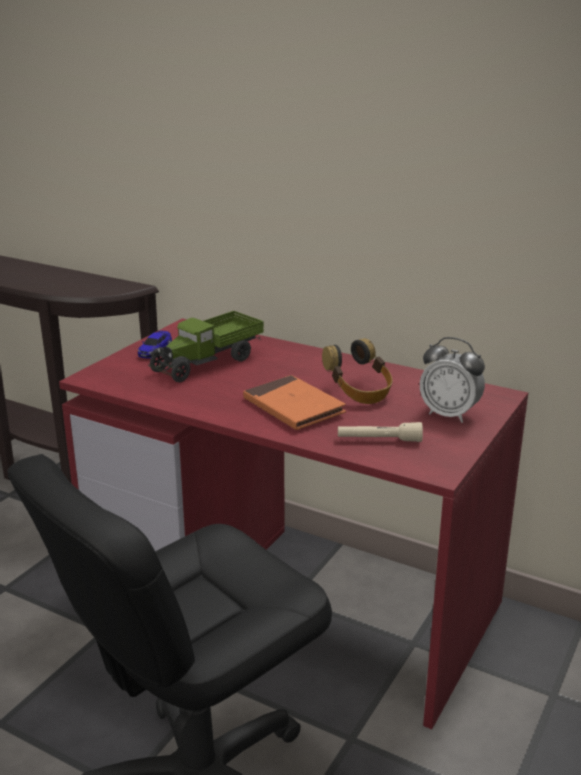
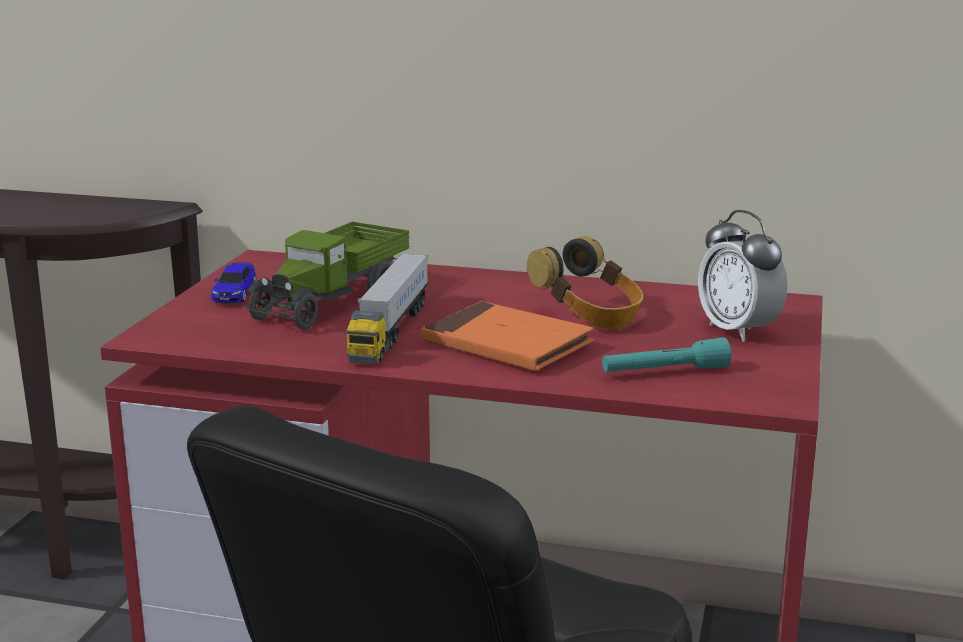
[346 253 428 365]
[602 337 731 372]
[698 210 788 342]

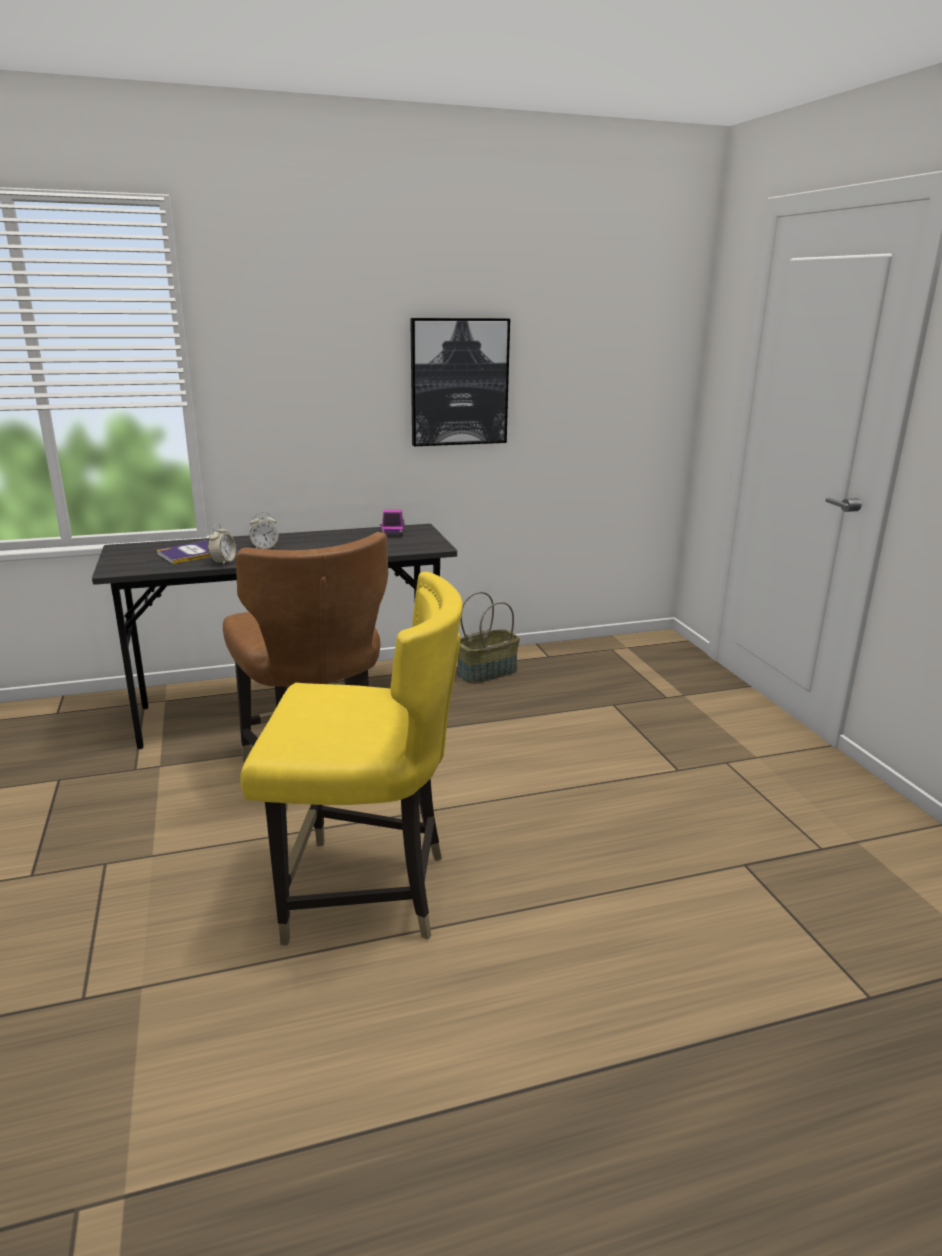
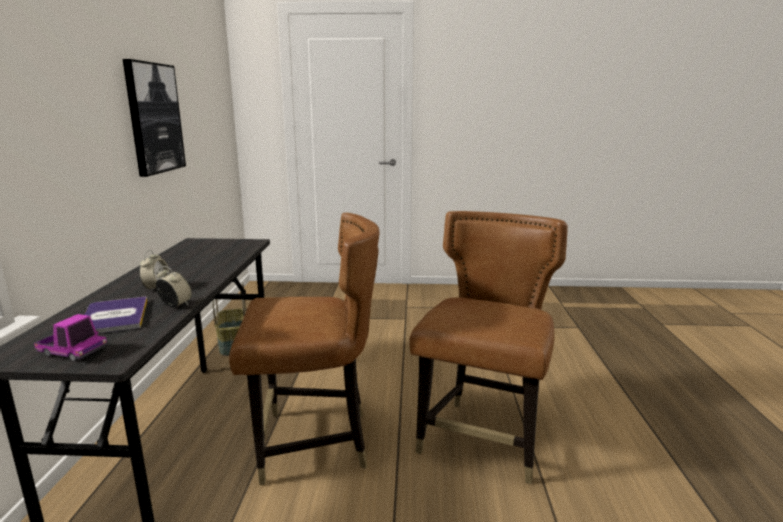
[34 314 107 362]
[409 211 568 484]

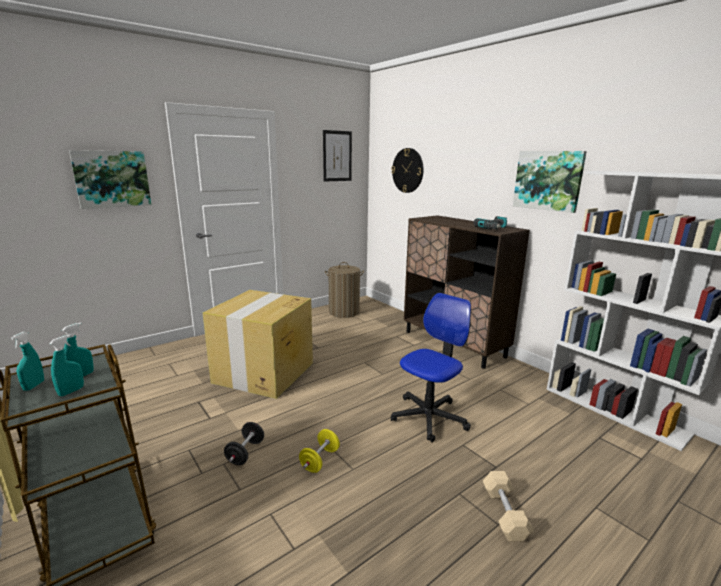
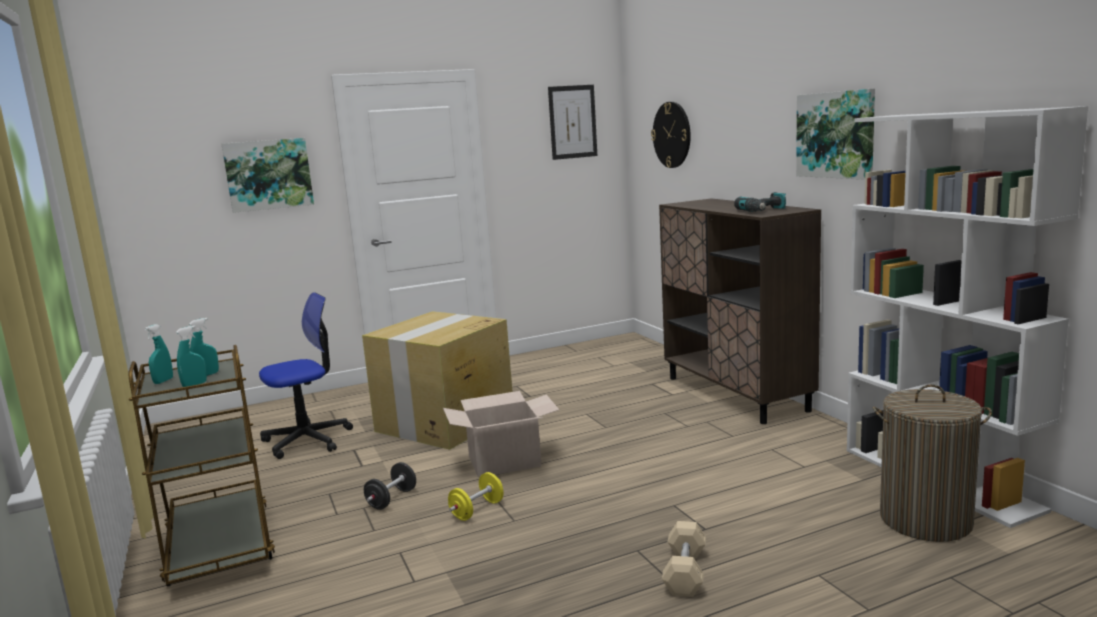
[443 391 559 478]
[873 384 992 542]
[259 292 353 459]

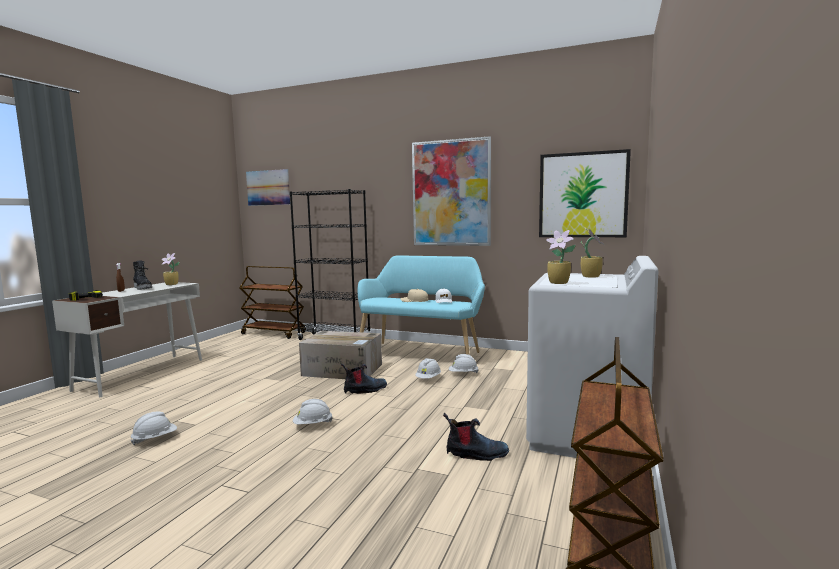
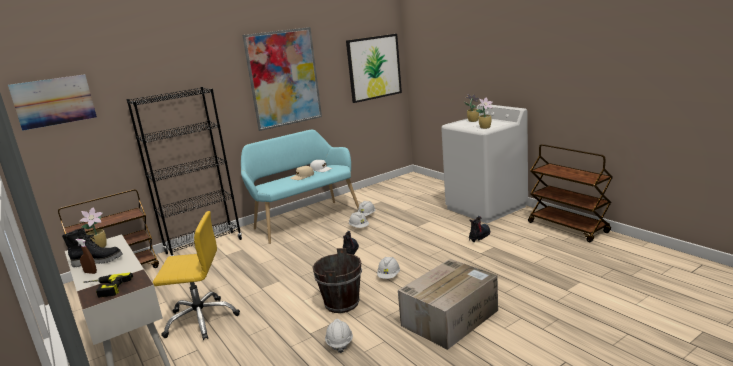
[153 211 240 340]
[313 248 362 313]
[398 259 498 350]

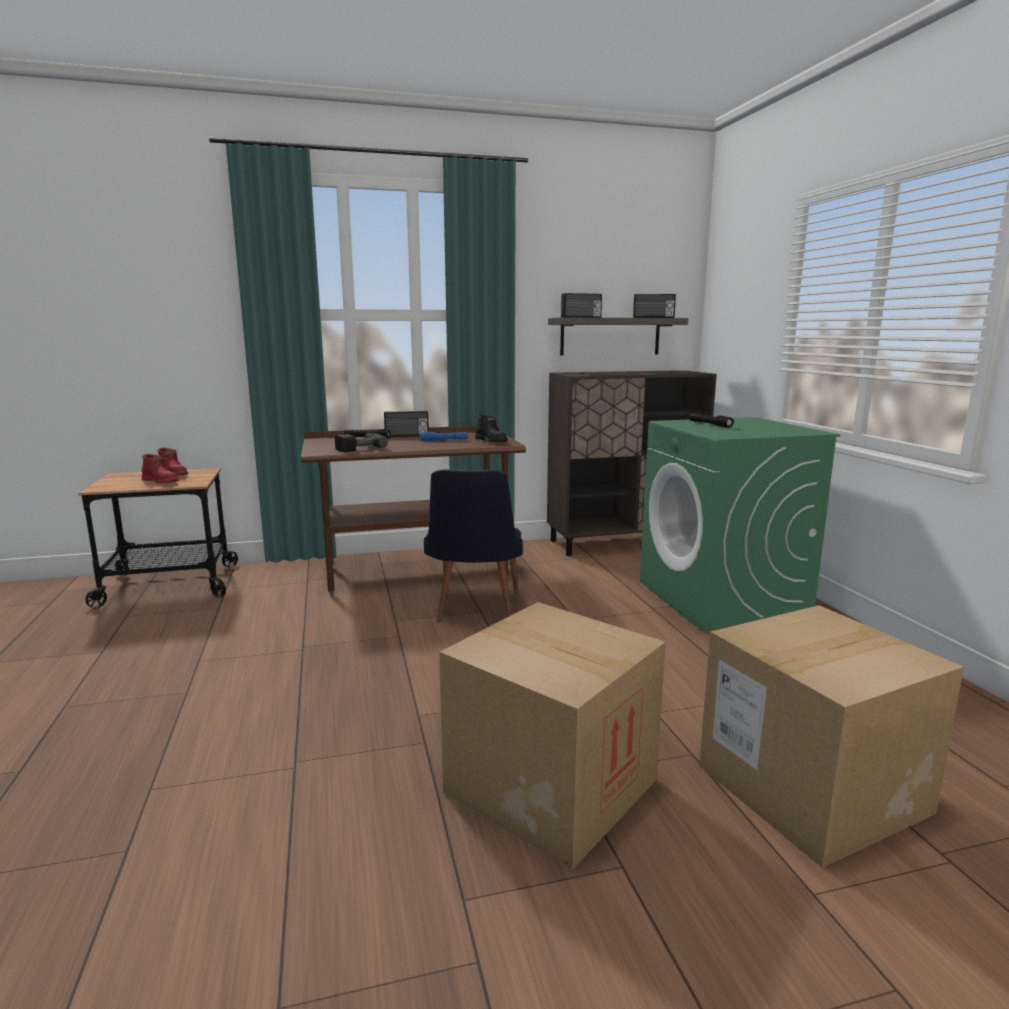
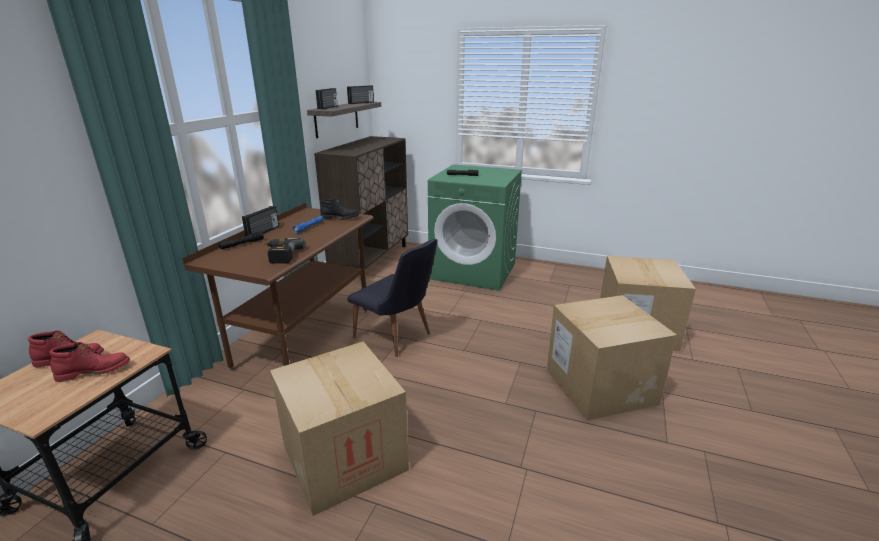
[270 341 409 516]

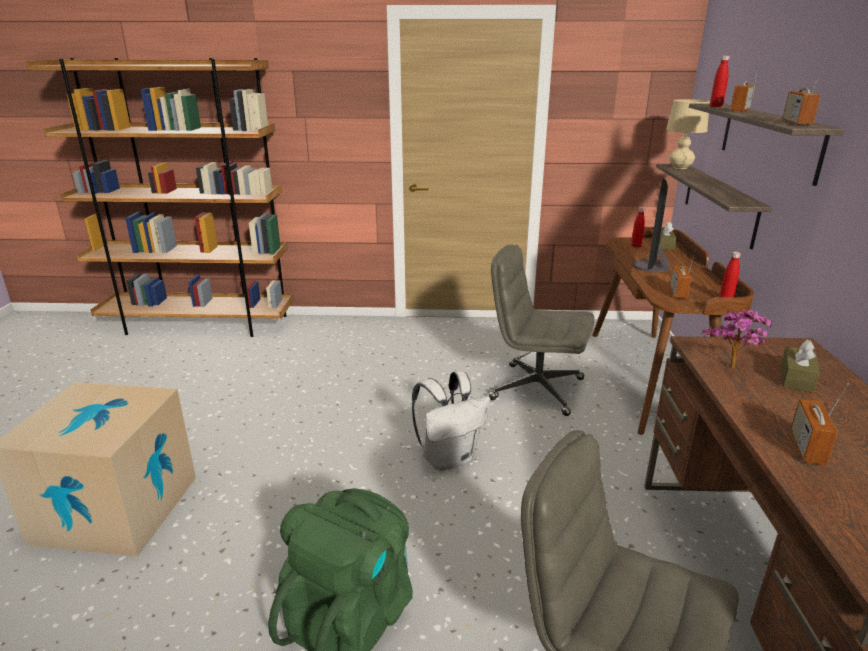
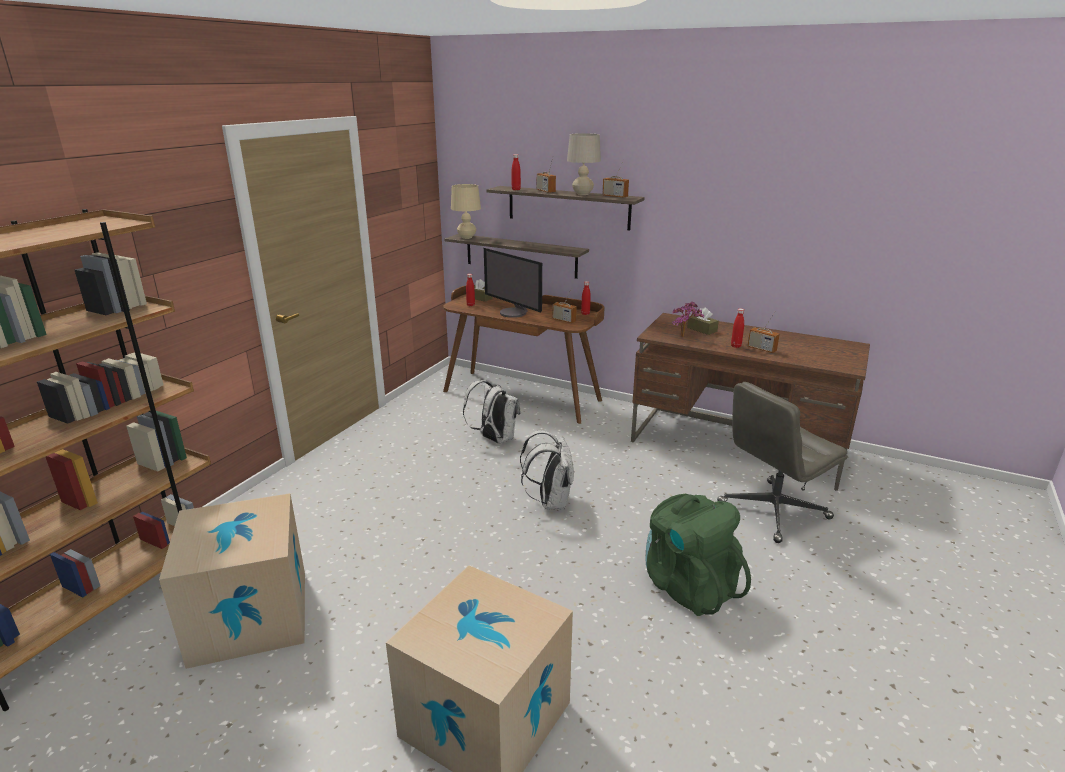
[159 493 305 669]
[567 133 601 195]
[731 309 744 348]
[463 380 521 444]

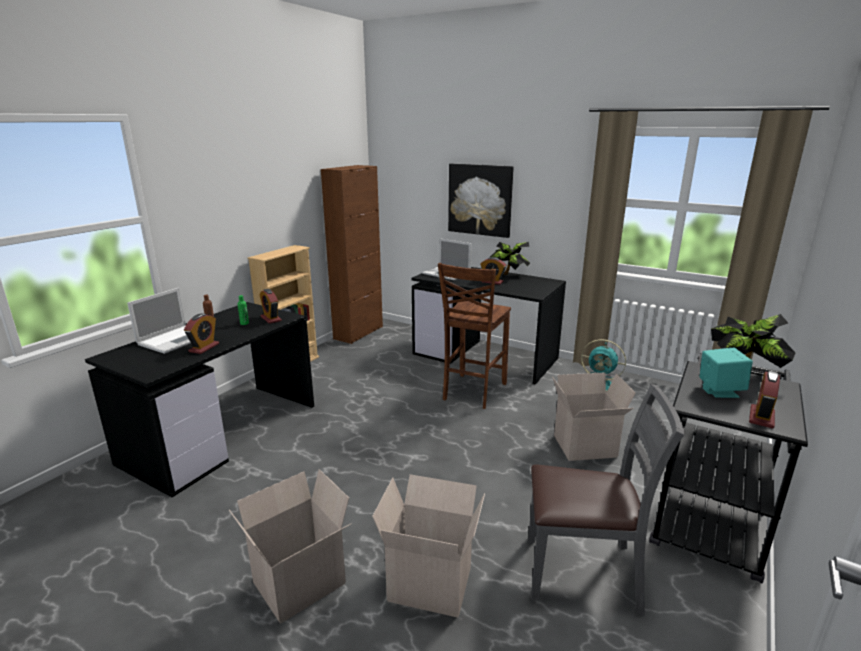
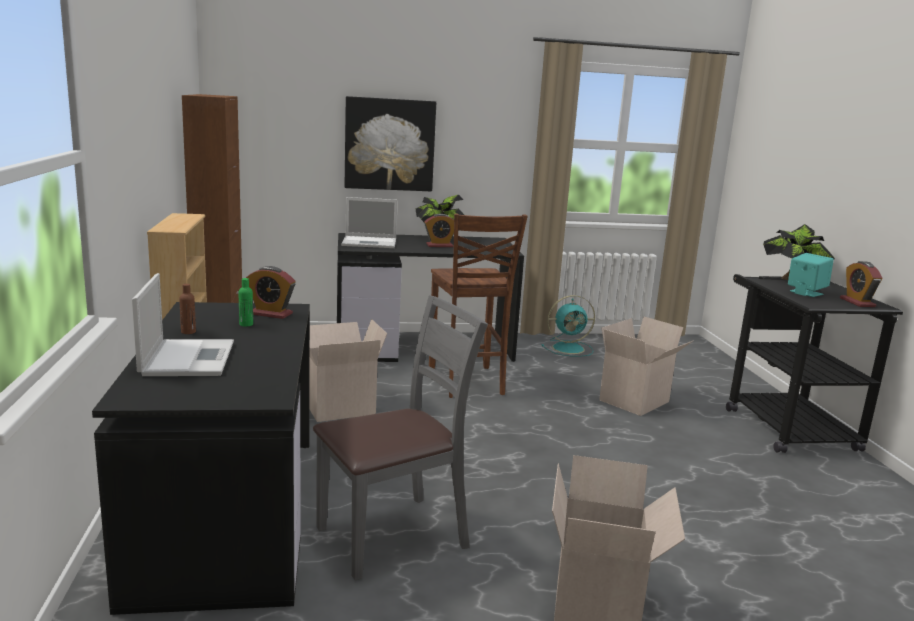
[184 314 219 354] (first image)
[310 319 387 422]
[313 295 488 581]

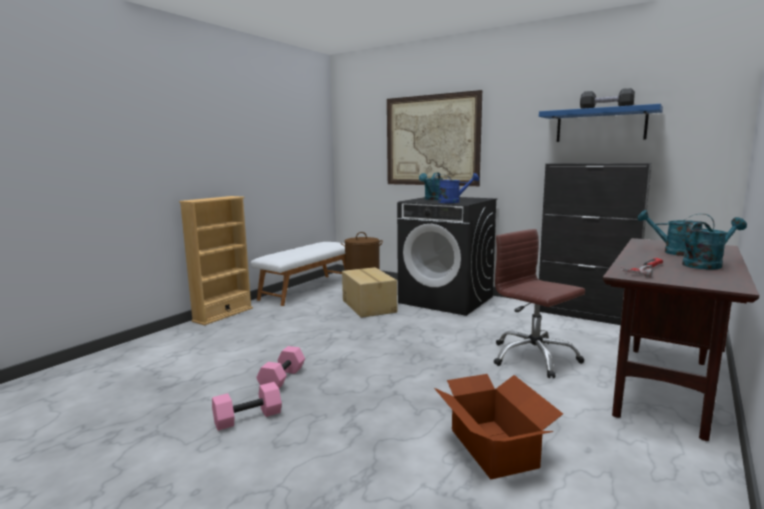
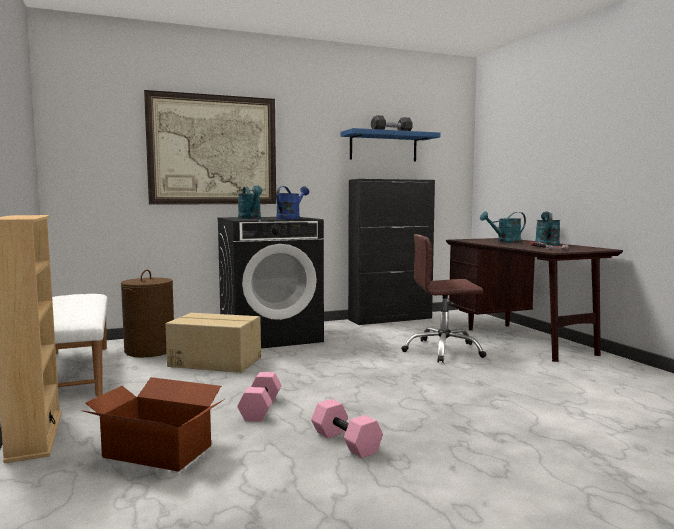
[237 372 282 422]
[81 377 225 472]

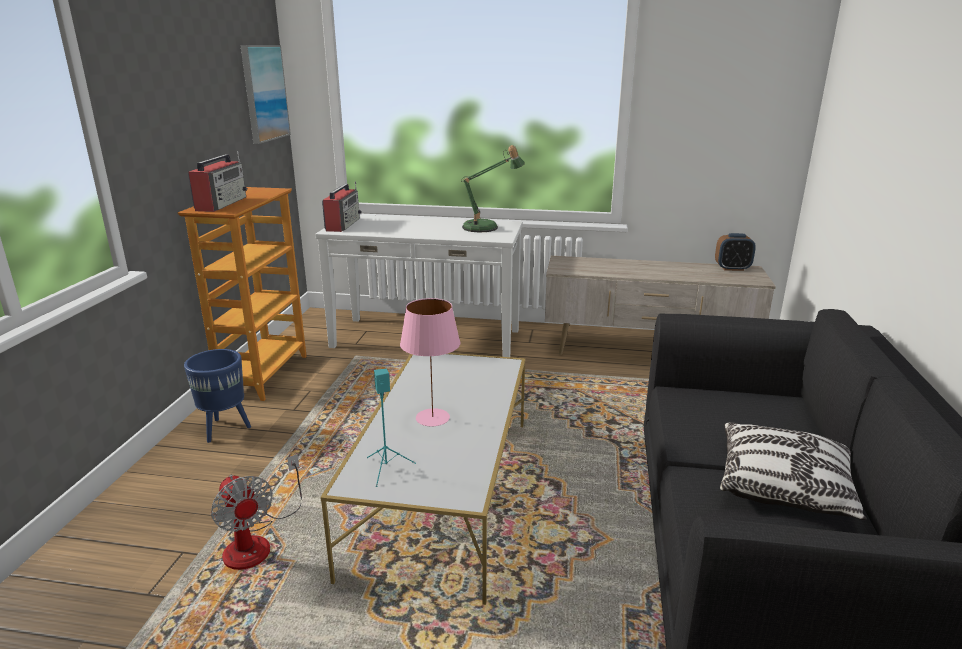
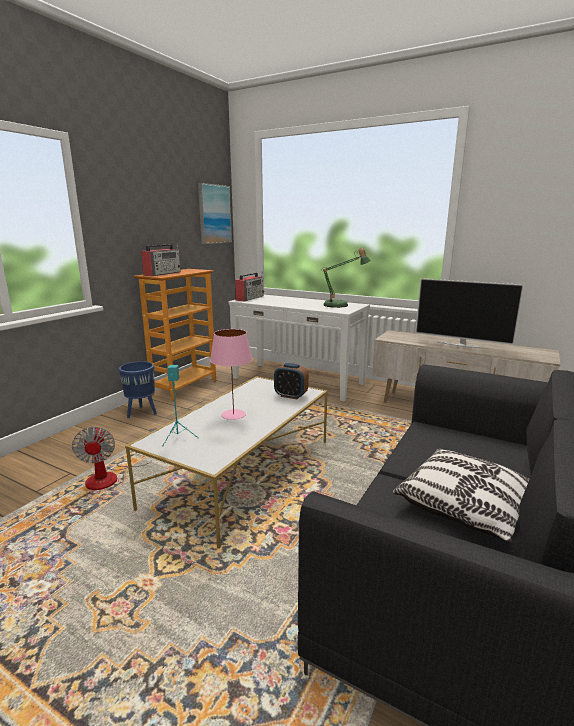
[415 278 524 349]
[274 363 309 399]

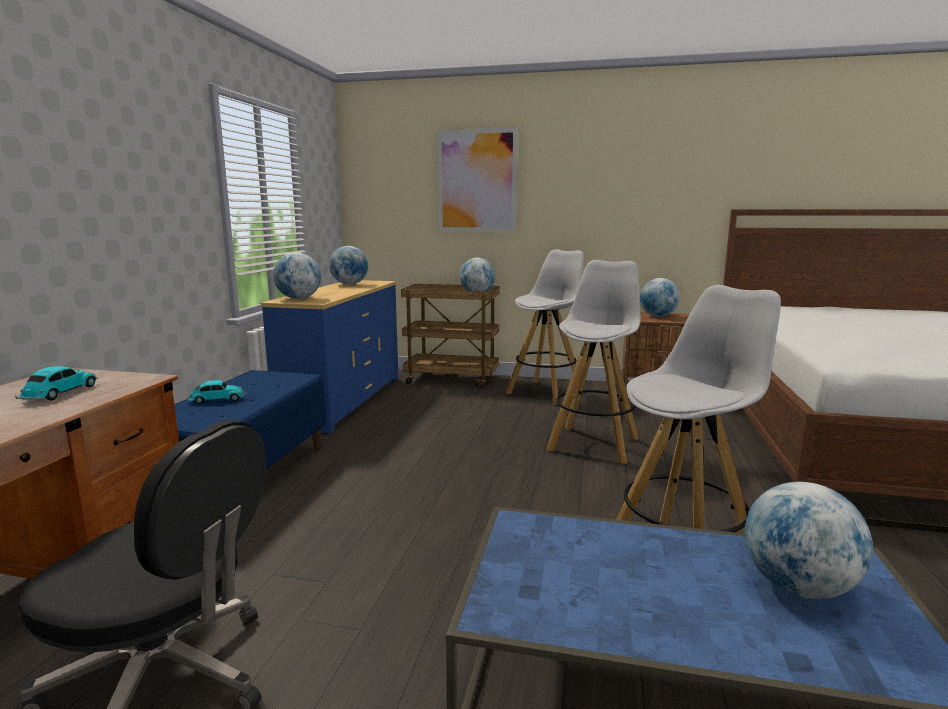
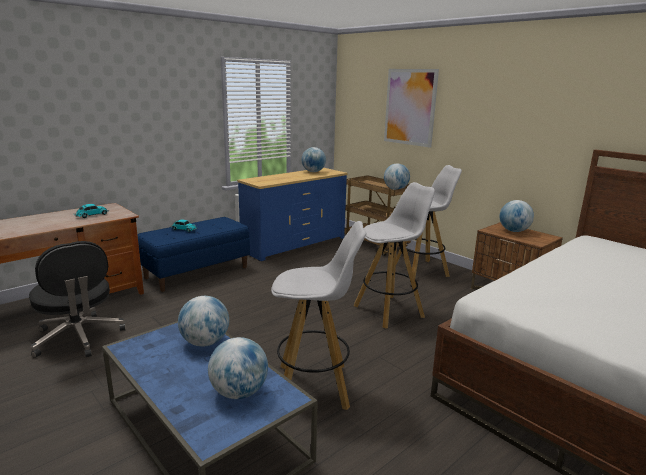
[178 296 229 347]

